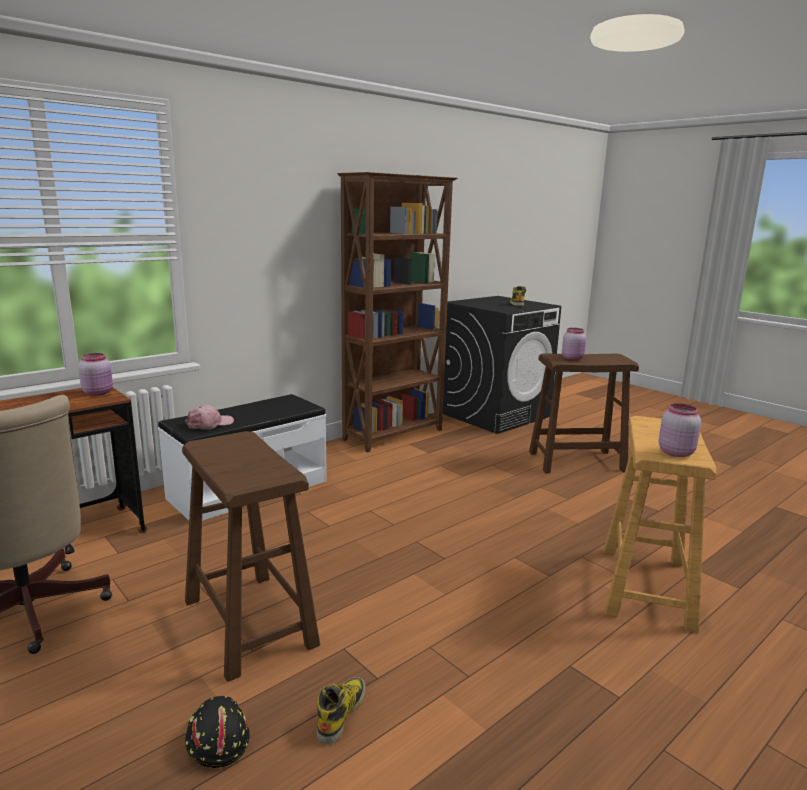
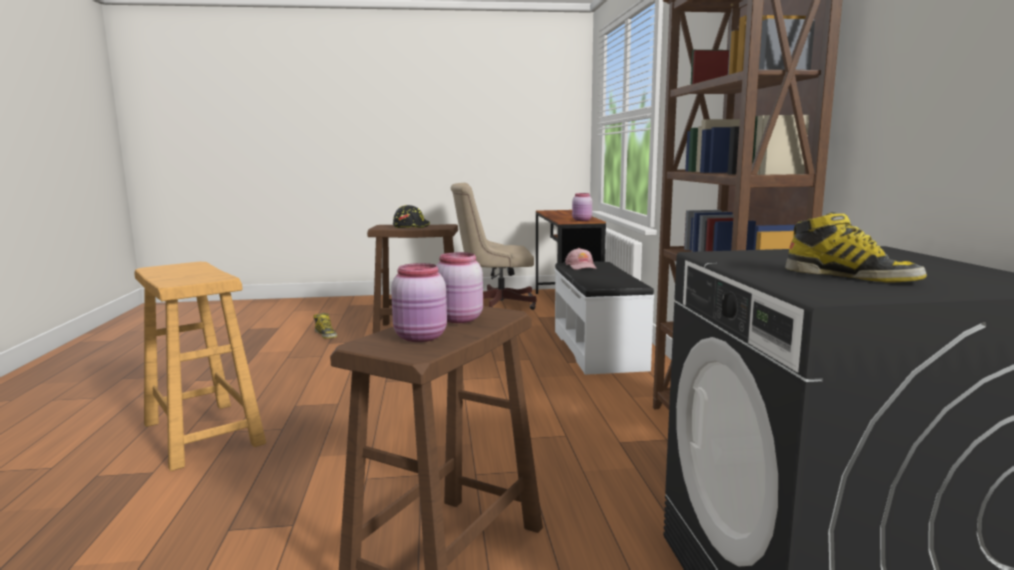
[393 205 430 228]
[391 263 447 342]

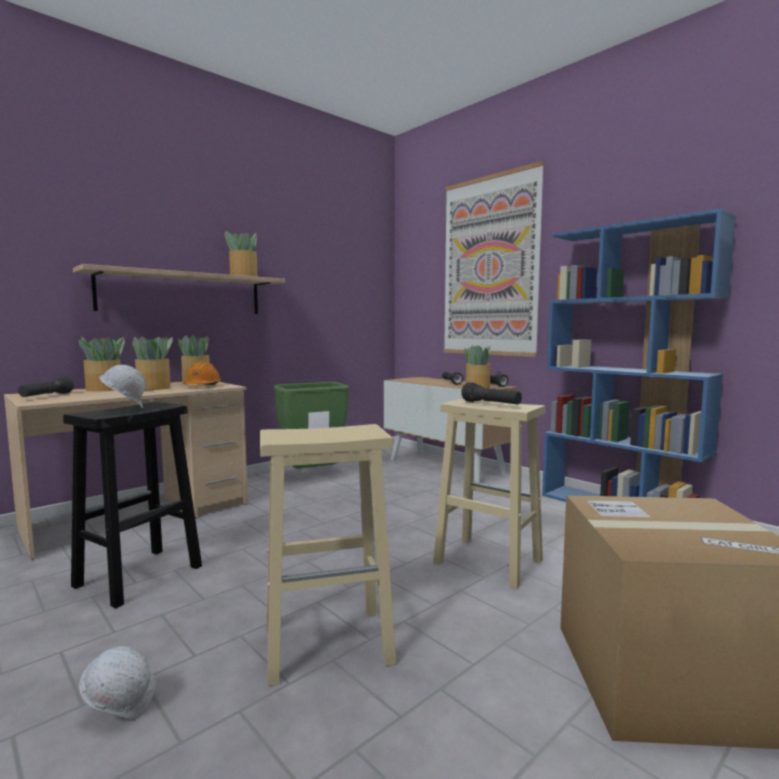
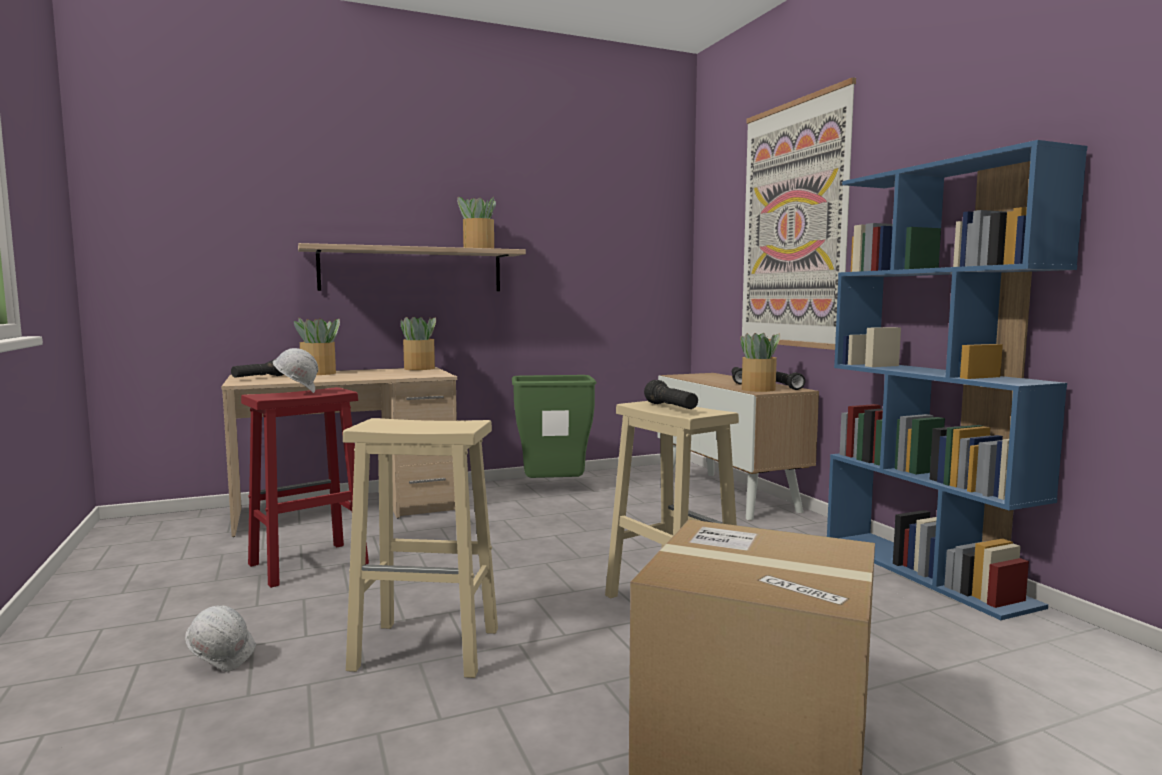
[132 336 173 390] (first image)
[183 361 221 385] (first image)
[241 387 369 588]

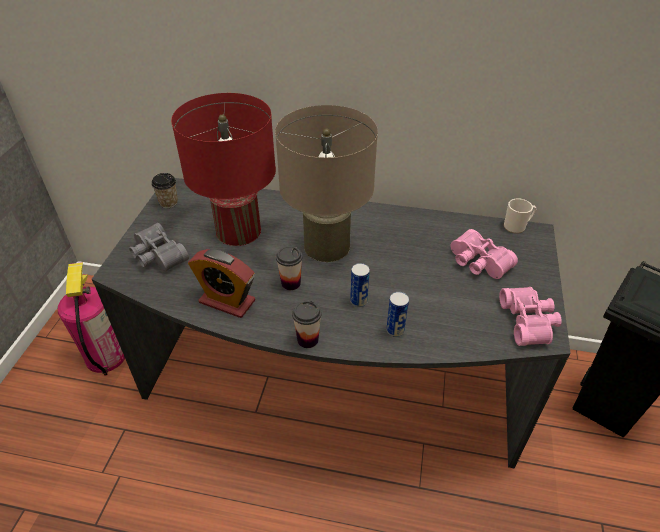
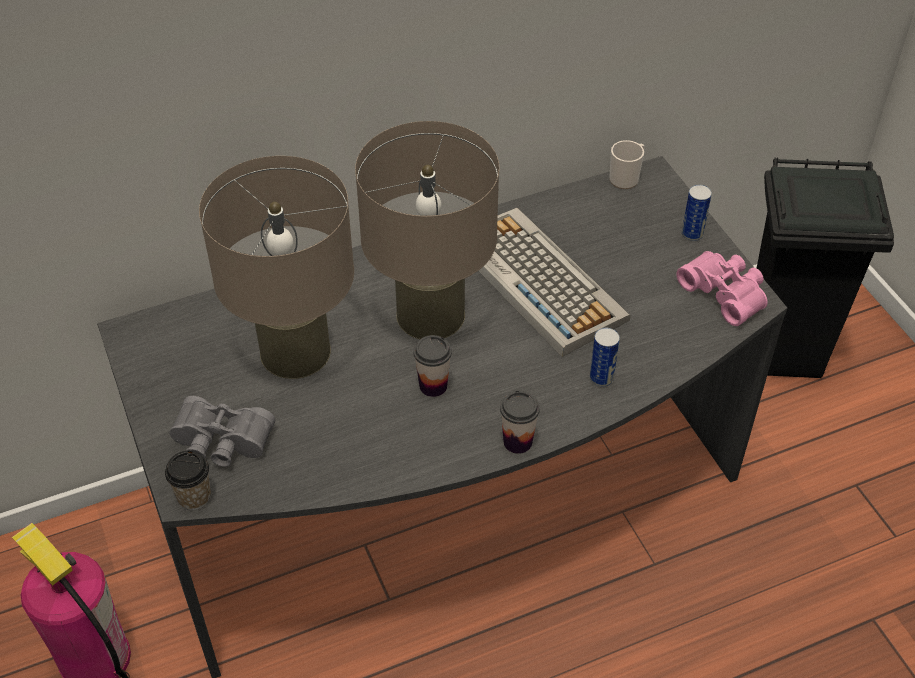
[188 249 255 318] (first image)
[451 229 518 279] (first image)
[479 208 631 357]
[165 451 211 510]
[682 185 712 241]
[199 156 354 379]

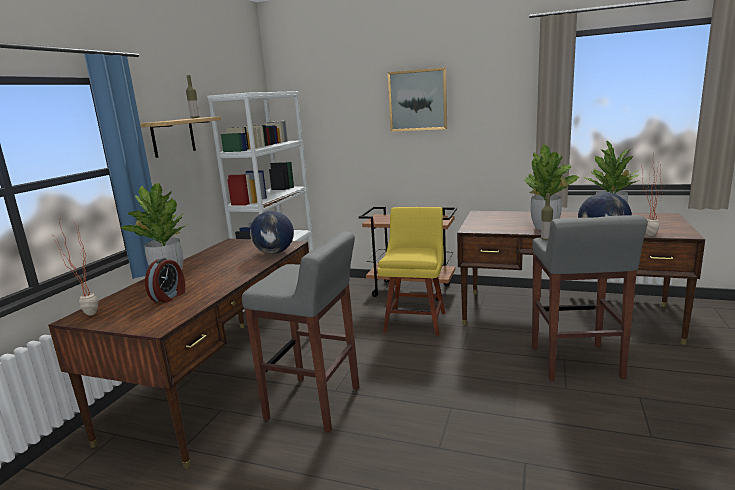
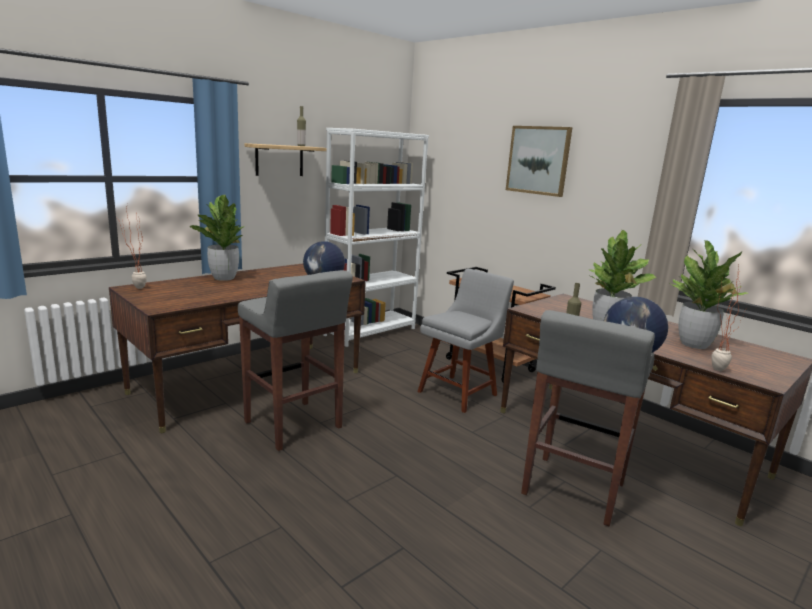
[145 258 185 303] (first image)
[418 269 514 413]

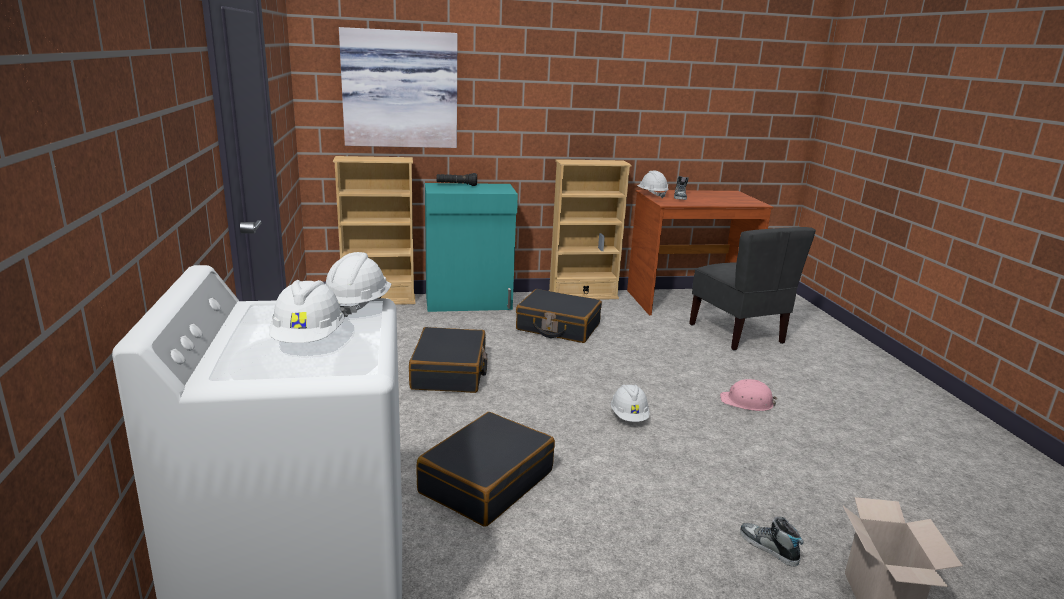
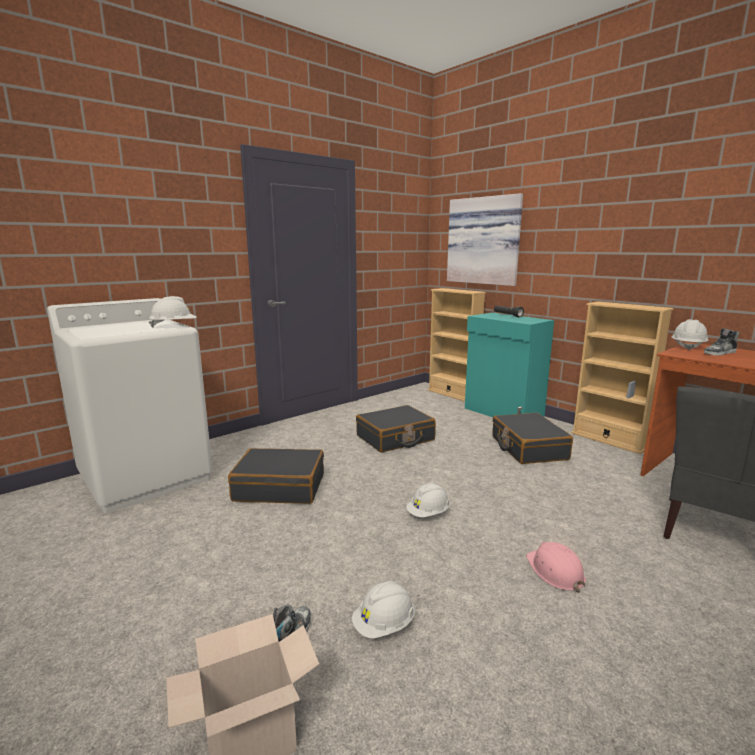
[352 581 415 639]

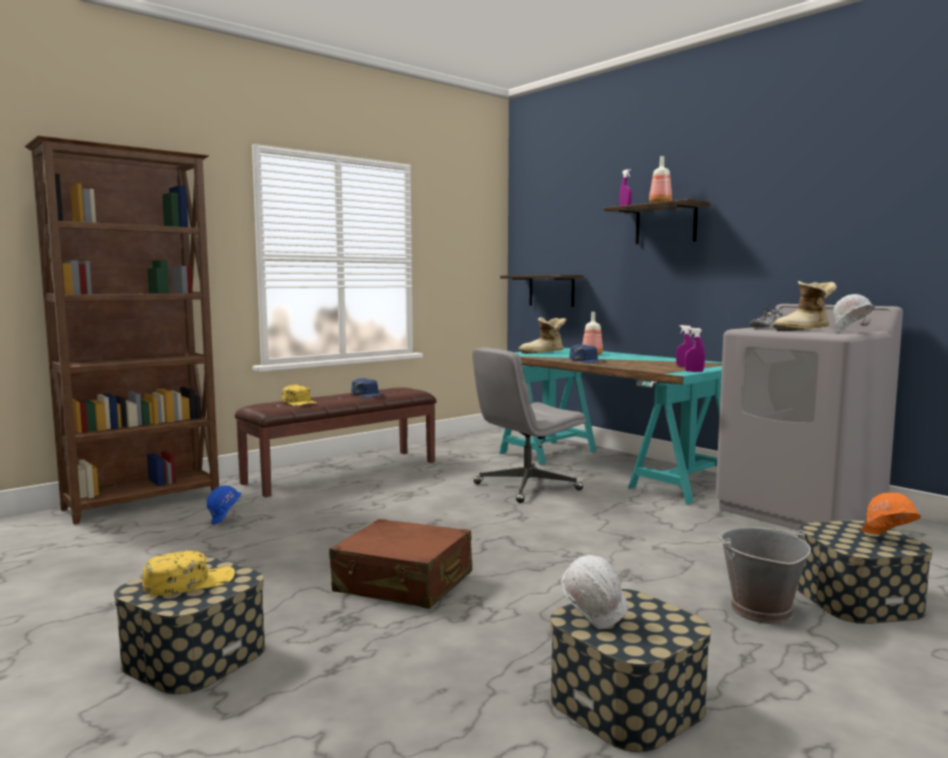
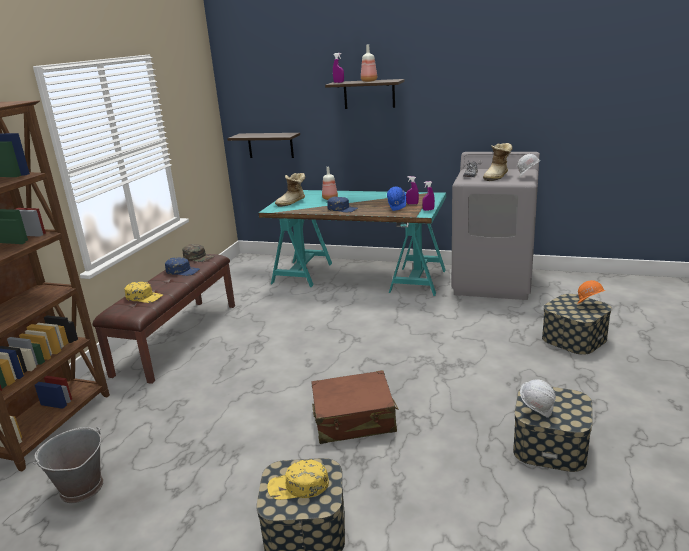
[472 347 586 503] (first image)
[182 244 215 262]
[387 186 406 211]
[33 427 103 503]
[267 459 329 500]

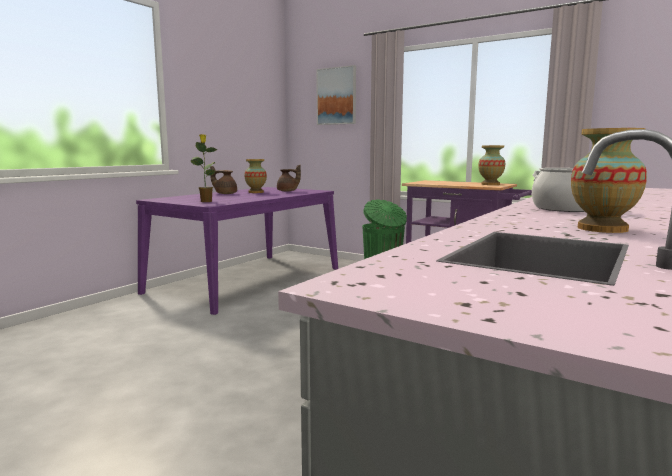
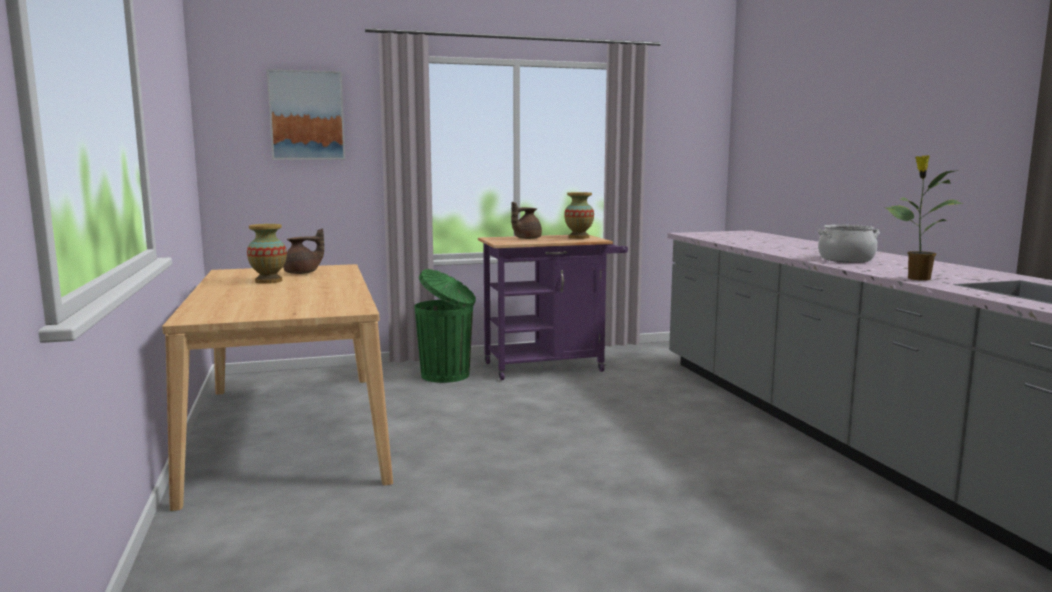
[571 128 647 233] (first image)
[885 155 963 281]
[511 202 542 239]
[162 264 393 511]

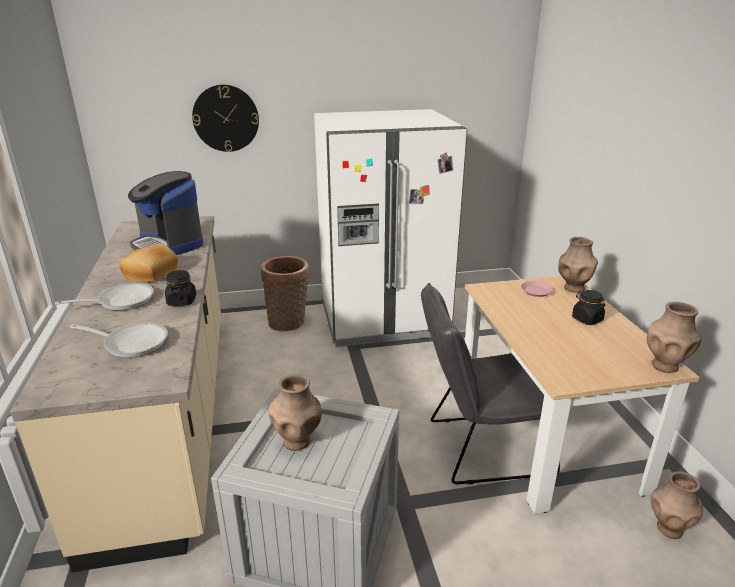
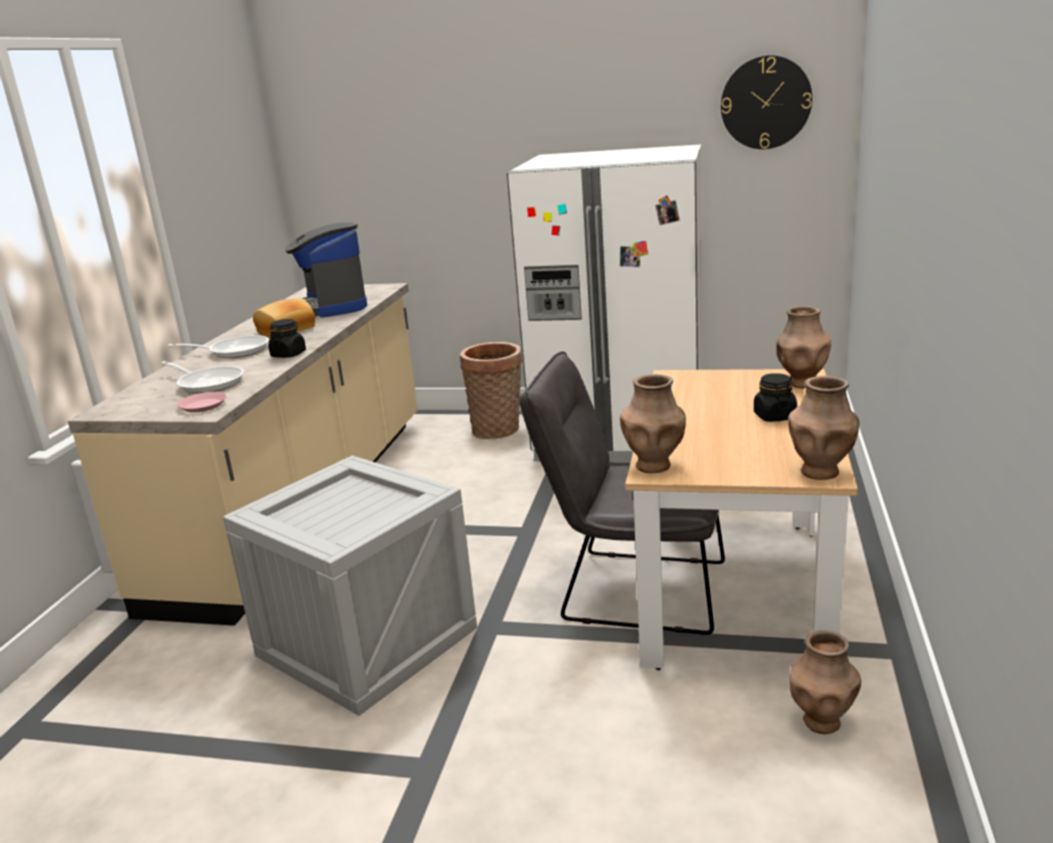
[721 55 812 149]
[620 374 686 473]
[177 392 227 413]

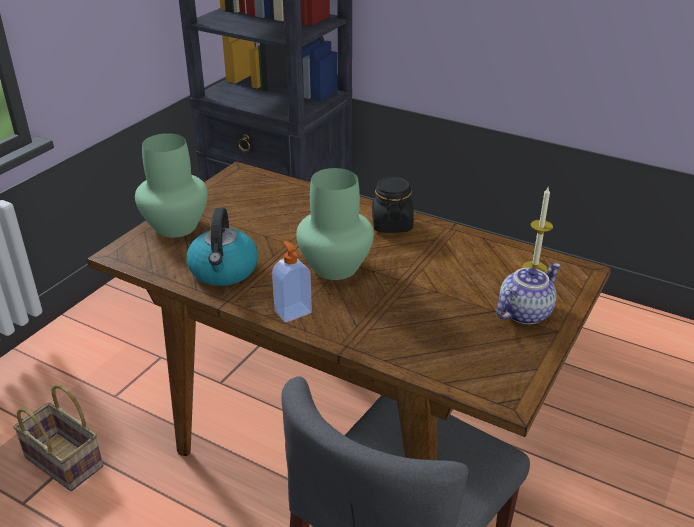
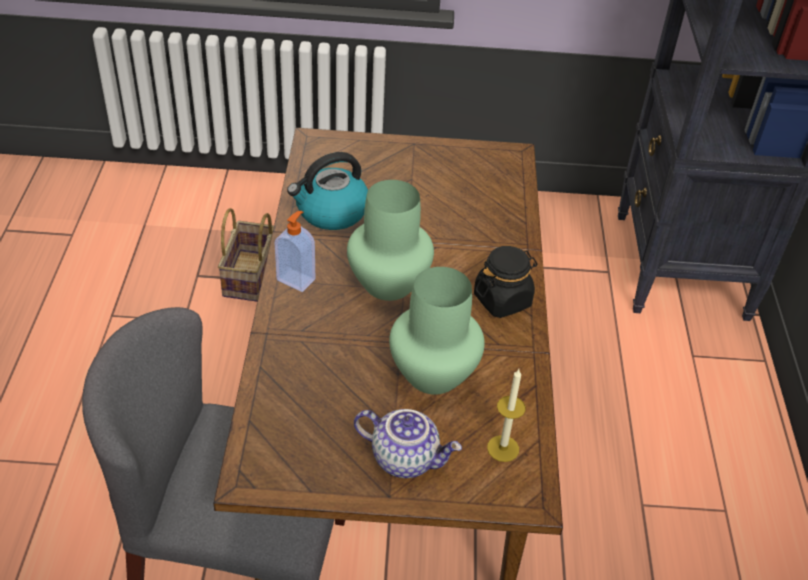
[389 267 485 395]

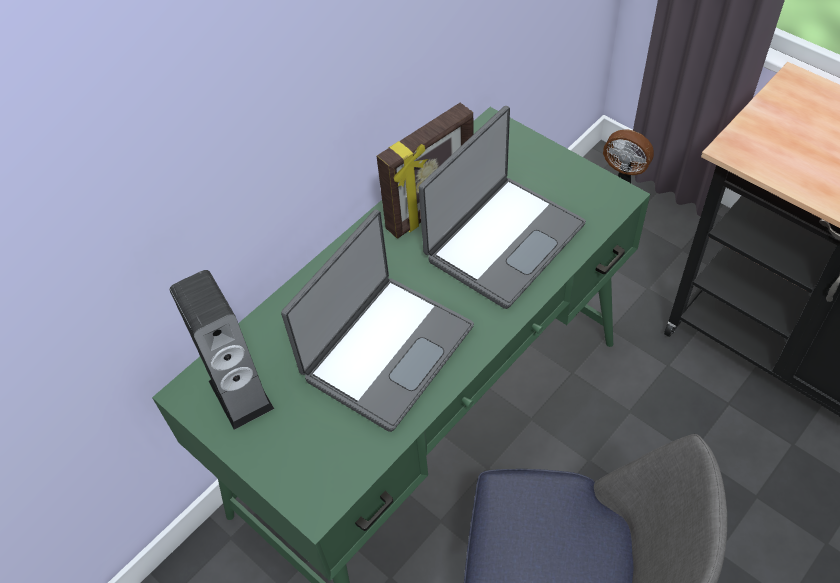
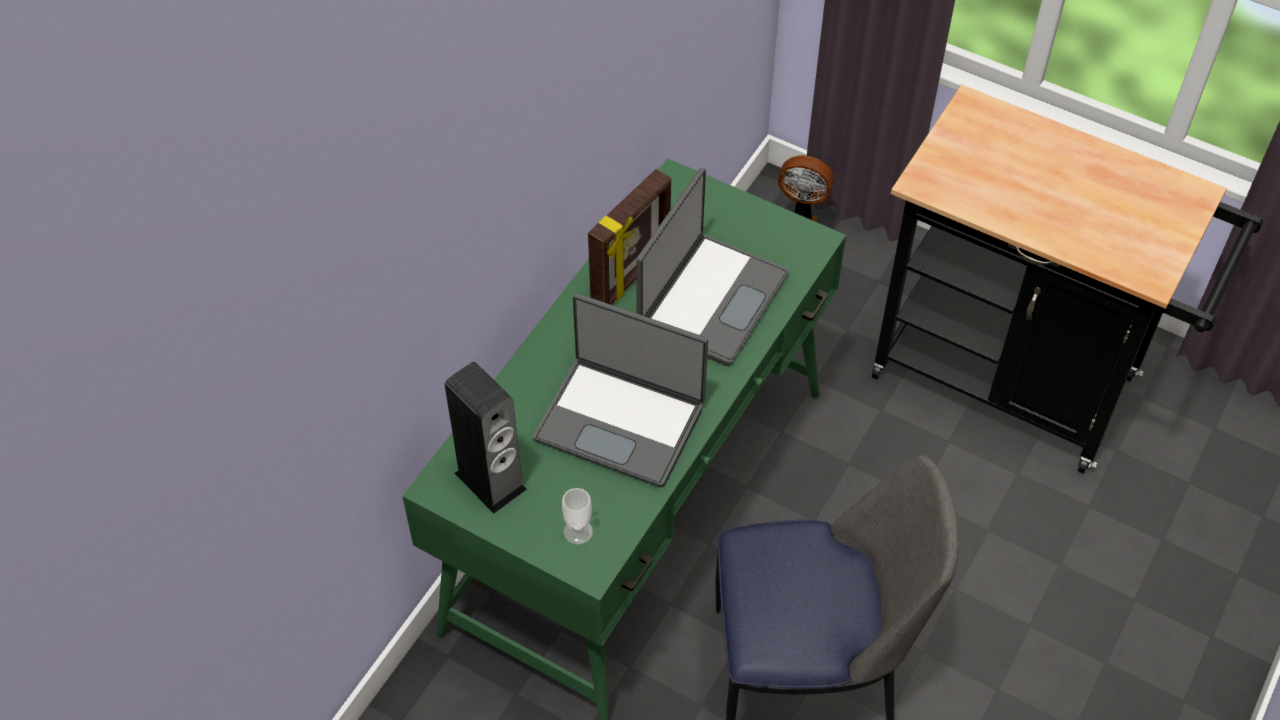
[562 488 593 545]
[533 293 708 487]

